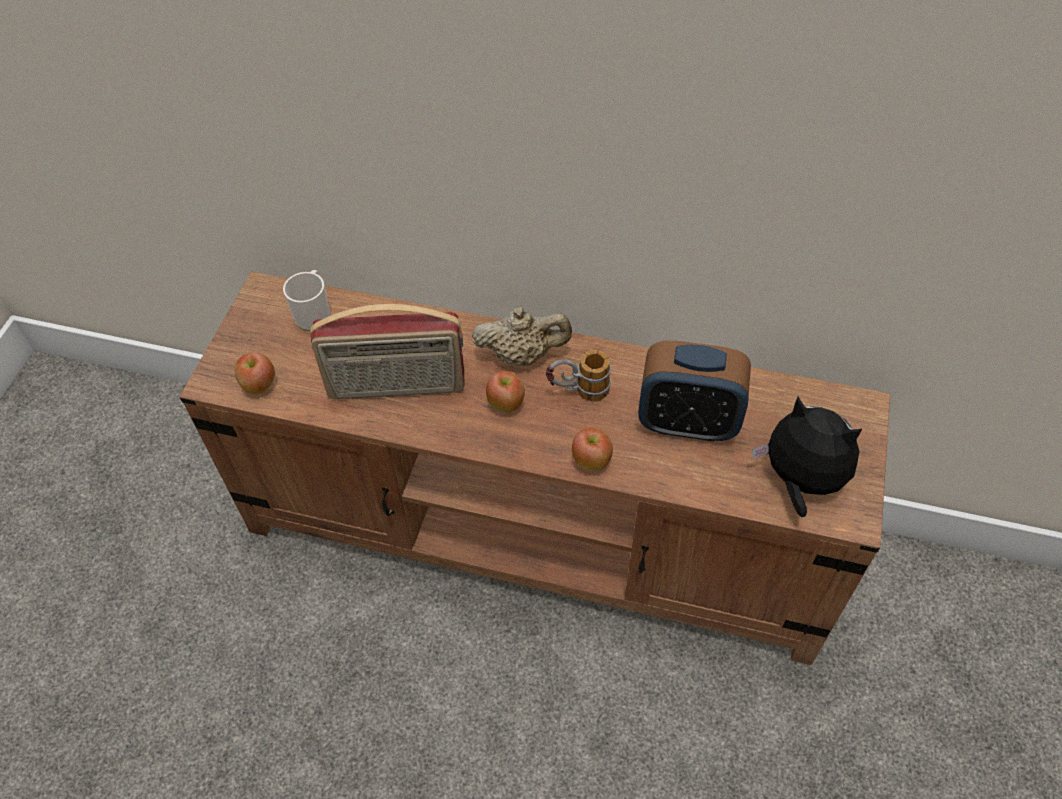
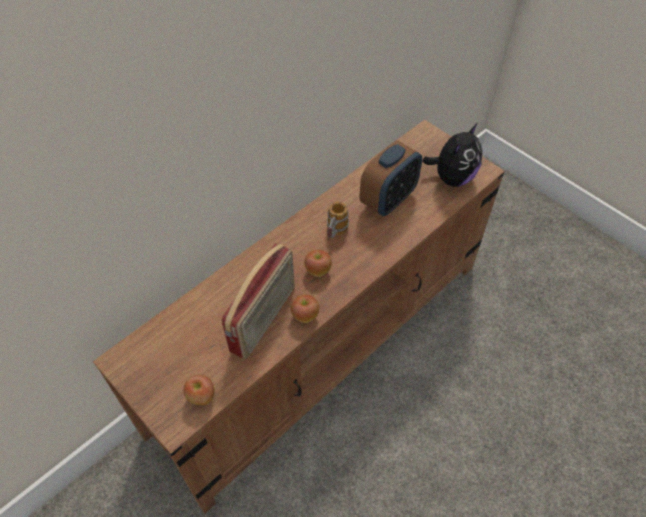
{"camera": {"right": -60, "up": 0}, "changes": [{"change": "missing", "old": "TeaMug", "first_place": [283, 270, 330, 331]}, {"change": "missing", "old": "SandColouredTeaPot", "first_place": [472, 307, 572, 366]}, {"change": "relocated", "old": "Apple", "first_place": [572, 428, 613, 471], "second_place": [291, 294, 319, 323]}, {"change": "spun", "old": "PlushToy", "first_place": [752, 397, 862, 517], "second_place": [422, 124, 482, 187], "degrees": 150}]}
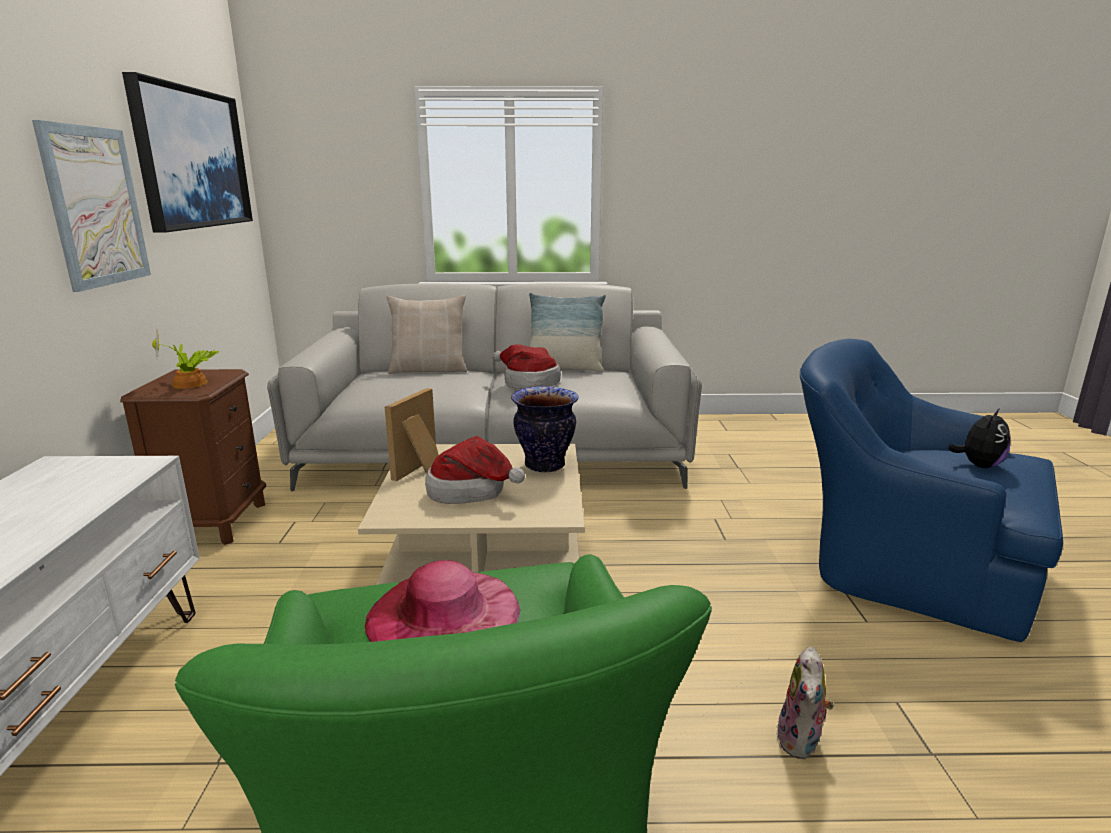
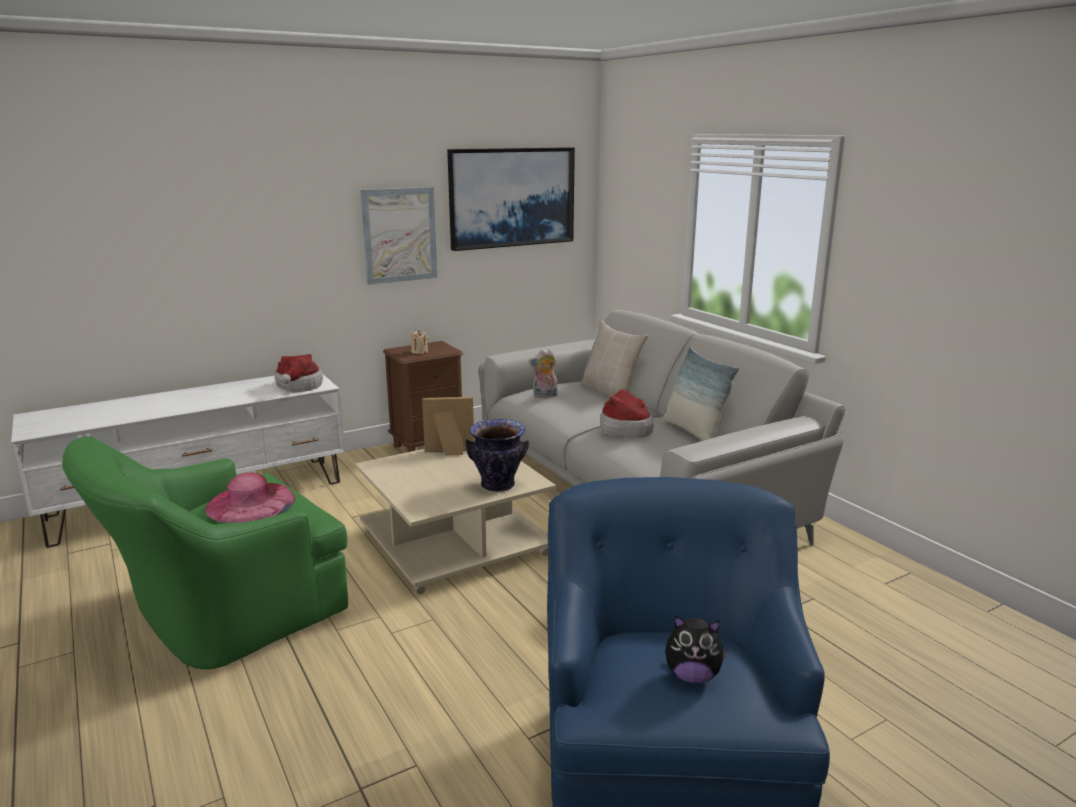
{"camera": {"right": 60, "up": 0}, "changes": [{"change": "exchanged", "old": "PlantInAPot", "new": "SandColouredWaxLight", "first_place": [152, 331, 220, 389], "second_place": [411, 330, 428, 354]}, {"change": "relocated", "old": "ClothingHat", "first_place": [425, 436, 525, 504], "second_place": [274, 354, 323, 392]}, {"change": "relocated", "old": "PlushToy", "first_place": [776, 646, 834, 759], "second_place": [529, 348, 558, 398]}]}
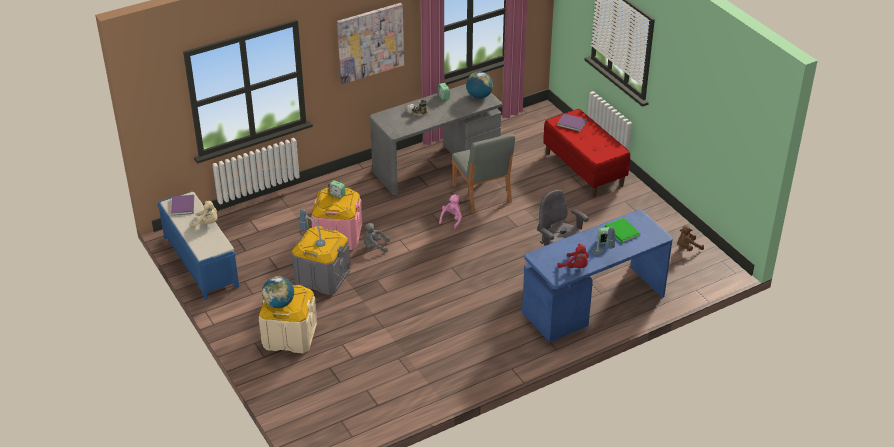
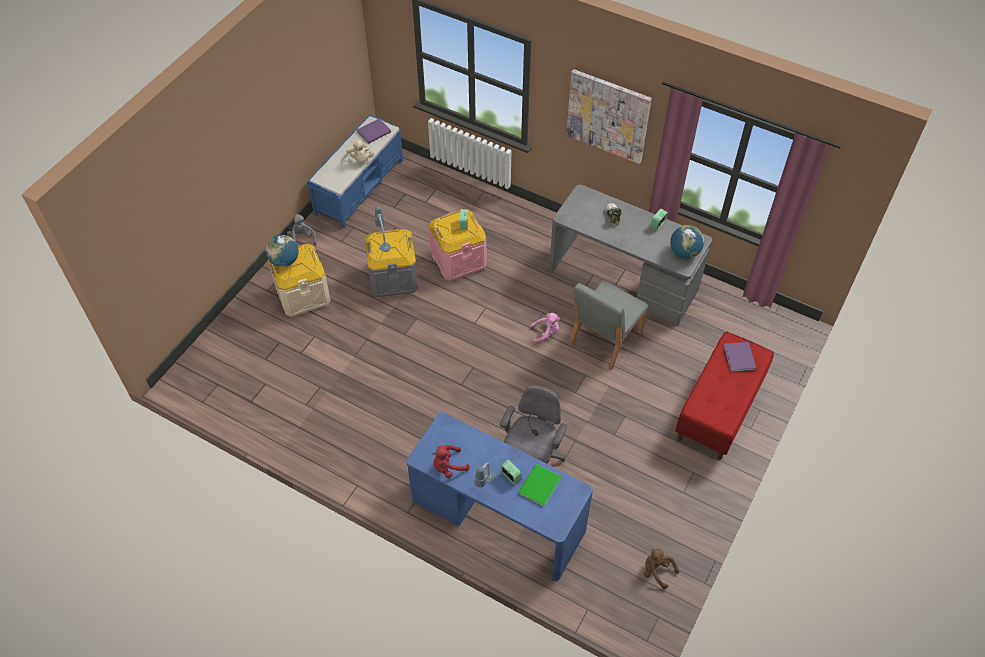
{"camera": {"right": 60, "up": 15}, "changes": [{"change": "relocated", "old": "GrayPlushToy", "first_place": [364, 223, 390, 253], "second_place": [287, 214, 316, 246]}, {"change": "spun", "old": "RedPlushToy", "first_place": [558, 244, 589, 268], "second_place": [433, 445, 470, 478], "degrees": 60}]}
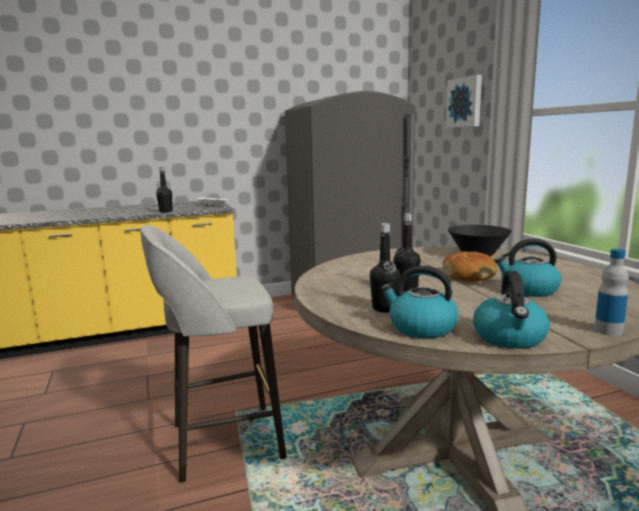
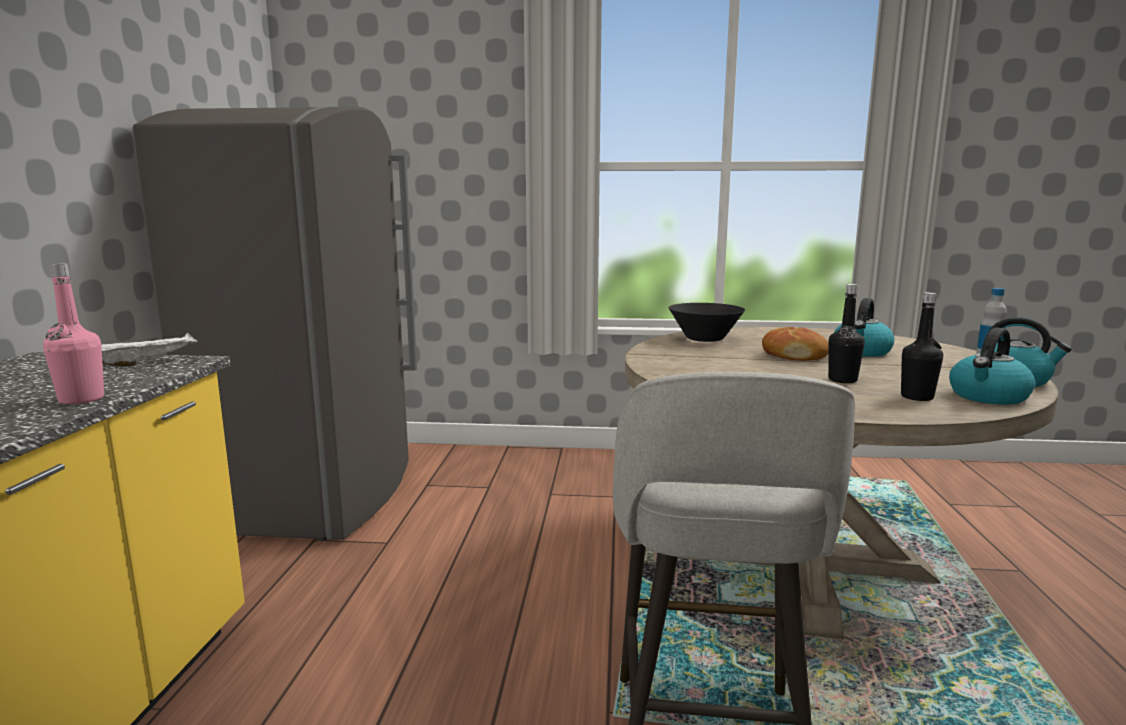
{"camera": {"right": -65, "up": 0}, "changes": [{"change": "colour", "old": "BlackColouredDrinkBottle", "new": "PinkDrinkBottle", "first_place": [156, 167, 173, 212], "second_place": [43, 263, 104, 404]}, {"change": "missing", "old": "WallArt", "first_place": [446, 75, 482, 128]}]}
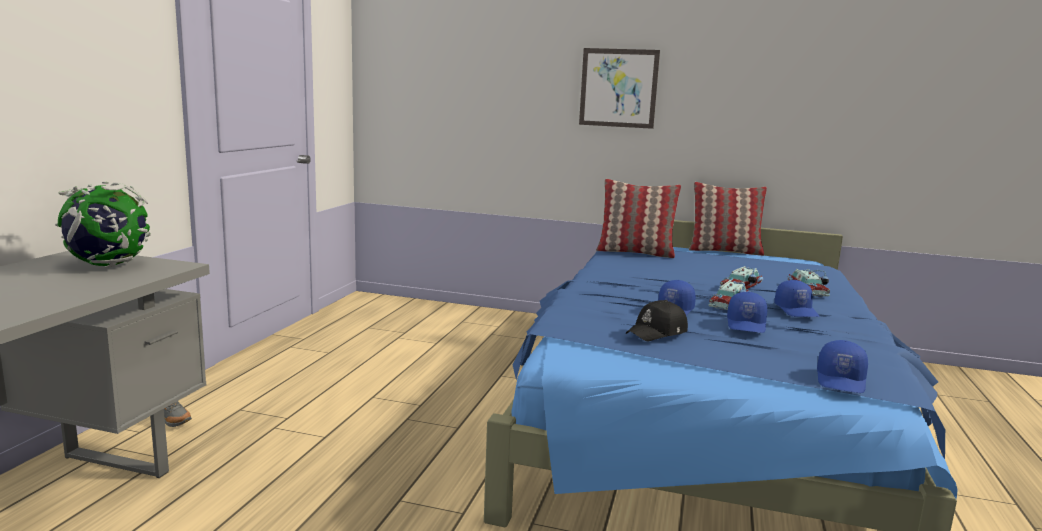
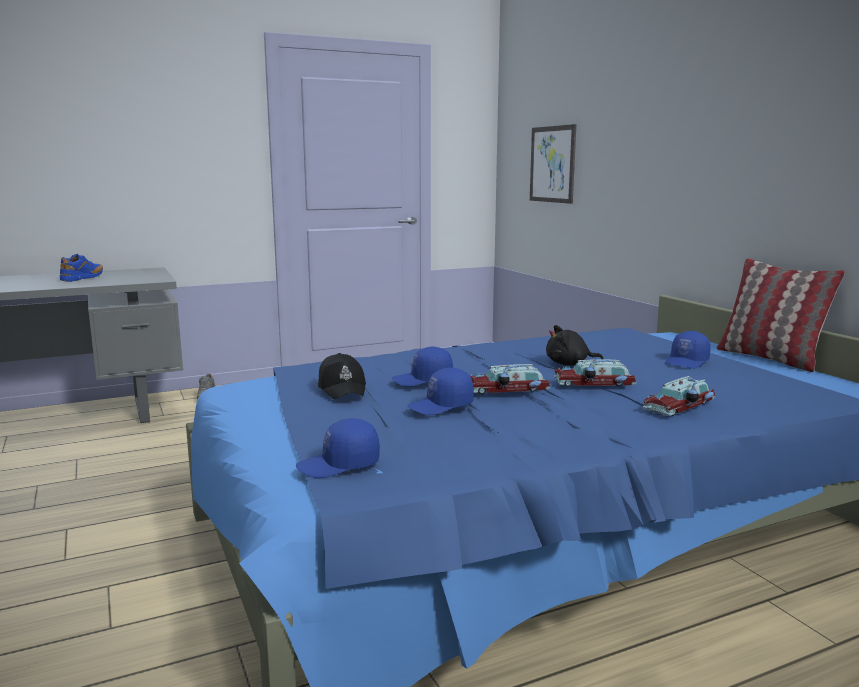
{"camera": {"right": 50, "up": 0}, "changes": [{"change": "missing", "old": "DeskGlobe", "first_place": [55, 182, 151, 267]}, {"change": "relocated", "old": "WallArt", "first_place": [579, 48, 660, 129], "second_place": [530, 124, 576, 204]}, {"change": "missing", "old": "ThrowPillow", "first_place": [596, 179, 681, 258]}, {"change": "spun", "old": "BlackColouredBaseballCap", "first_place": [626, 300, 688, 341], "second_place": [318, 353, 366, 399], "degrees": -120}, {"change": "relocated", "old": "BluishBaseballCap", "first_place": [774, 280, 820, 317], "second_place": [665, 331, 710, 369]}, {"change": "appeared", "new": "BluishShoe", "second_place": [60, 254, 103, 282]}, {"change": "appeared", "new": "BlackColouredPlushToy", "second_place": [546, 325, 603, 366]}]}
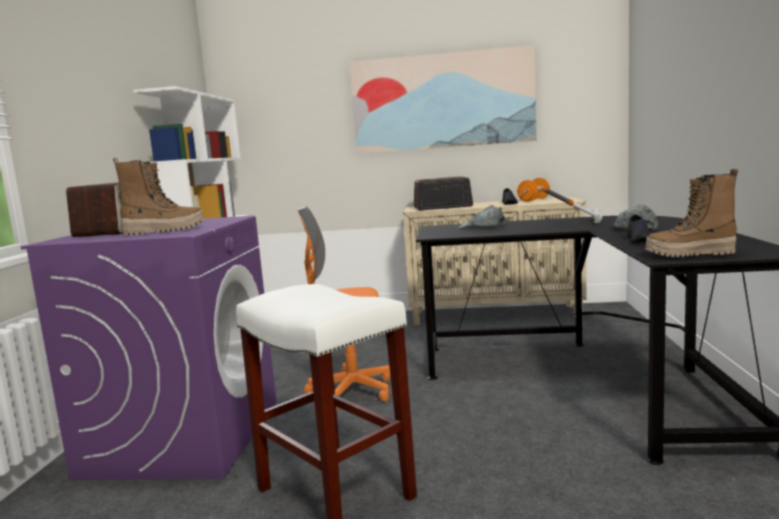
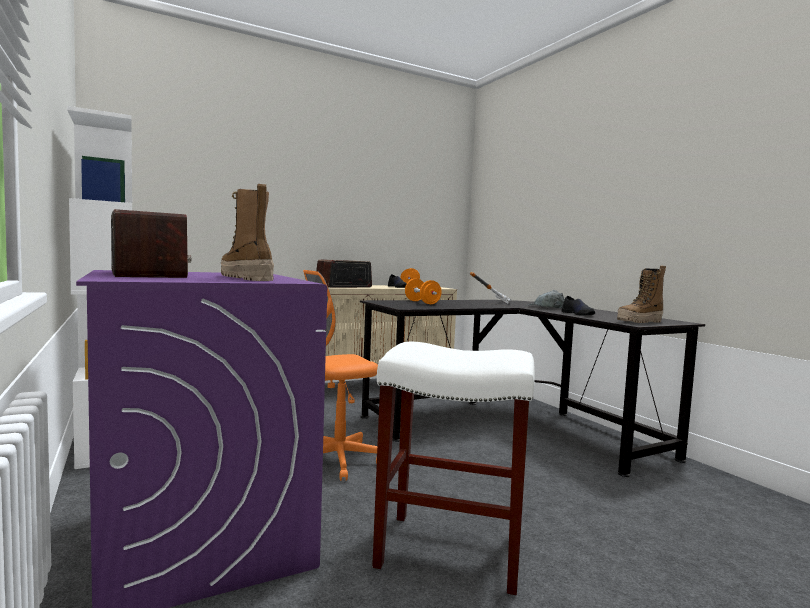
{"camera": {"right": -35, "up": -5}, "changes": [{"change": "spun", "old": "Boot", "first_place": [113, 158, 204, 236], "second_place": [221, 184, 274, 281], "degrees": -75}, {"change": "missing", "old": "WallArt", "first_place": [349, 45, 537, 154]}, {"change": "exchanged", "old": "GrayBaseballCap", "new": "OrangeFreeWeight", "first_place": [458, 205, 506, 228], "second_place": [405, 279, 442, 304]}]}
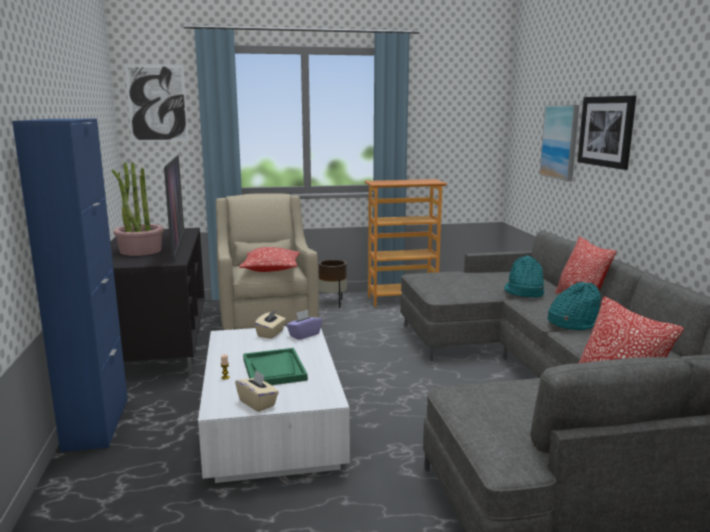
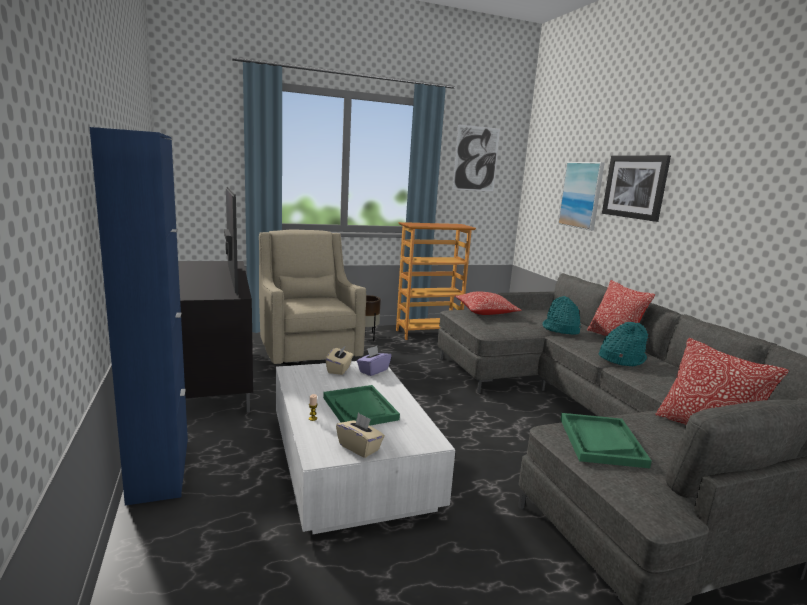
{"camera": {"right": -10, "up": 0}, "changes": [{"change": "missing", "old": "PlantInAPot", "first_place": [111, 162, 164, 256]}, {"change": "relocated", "old": "WallArt", "first_place": [125, 64, 189, 142], "second_place": [453, 124, 500, 192]}, {"change": "relocated", "old": "ThrowPillow", "first_place": [239, 247, 299, 272], "second_place": [455, 291, 521, 315]}, {"change": "appeared", "new": "GreenColouredTray", "second_place": [560, 413, 652, 468]}]}
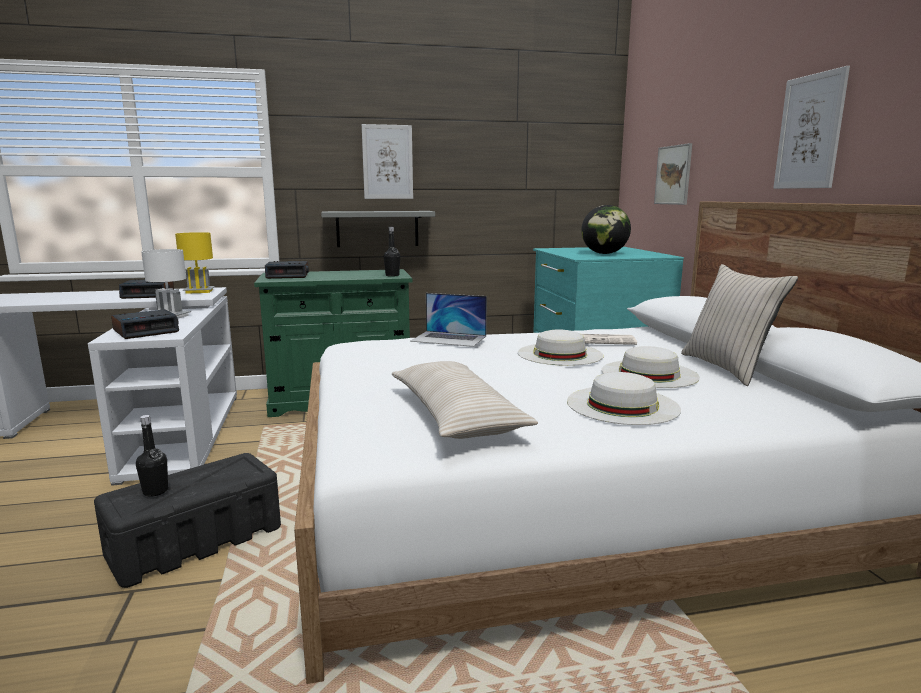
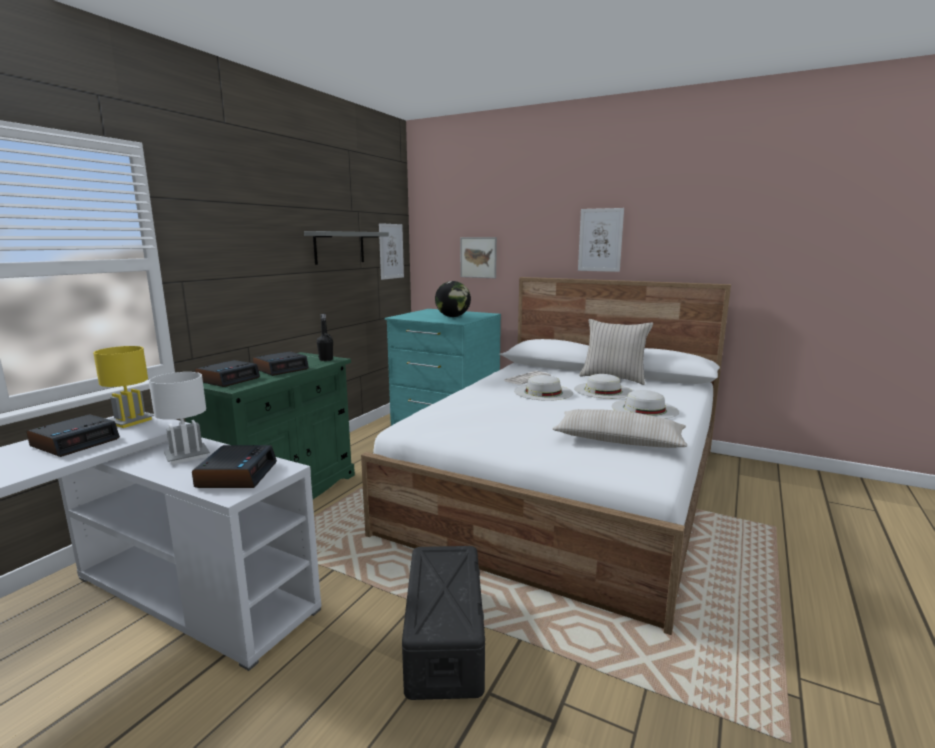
{"camera": {"right": -50, "up": 0}, "changes": [{"change": "missing", "old": "BlackColouredDrinkBottle", "first_place": [136, 415, 168, 497]}, {"change": "relocated", "old": "GrayShelf", "first_place": [321, 211, 435, 247], "second_place": [304, 231, 389, 265]}, {"change": "relocated", "old": "WallArt", "first_place": [362, 124, 413, 199], "second_place": [379, 223, 404, 280]}, {"change": "missing", "old": "Laptop", "first_place": [410, 293, 487, 347]}, {"change": "appeared", "new": "BedsideClock", "second_place": [253, 351, 309, 376]}]}
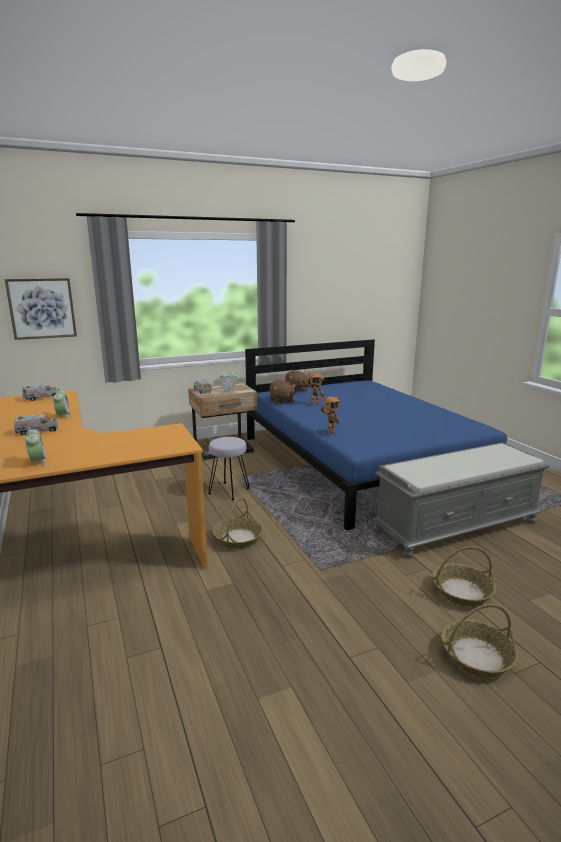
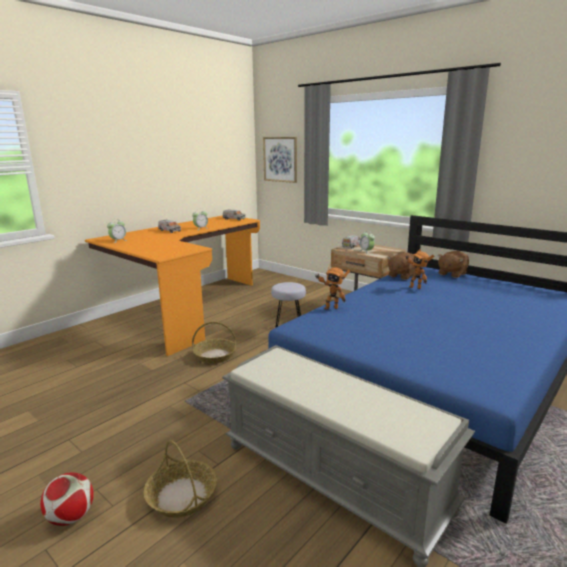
{"camera": {"right": 65, "up": 0}, "changes": [{"change": "exchanged", "old": "StorageBasket", "new": "Football", "first_place": [442, 604, 519, 677], "second_place": [40, 473, 94, 526]}]}
